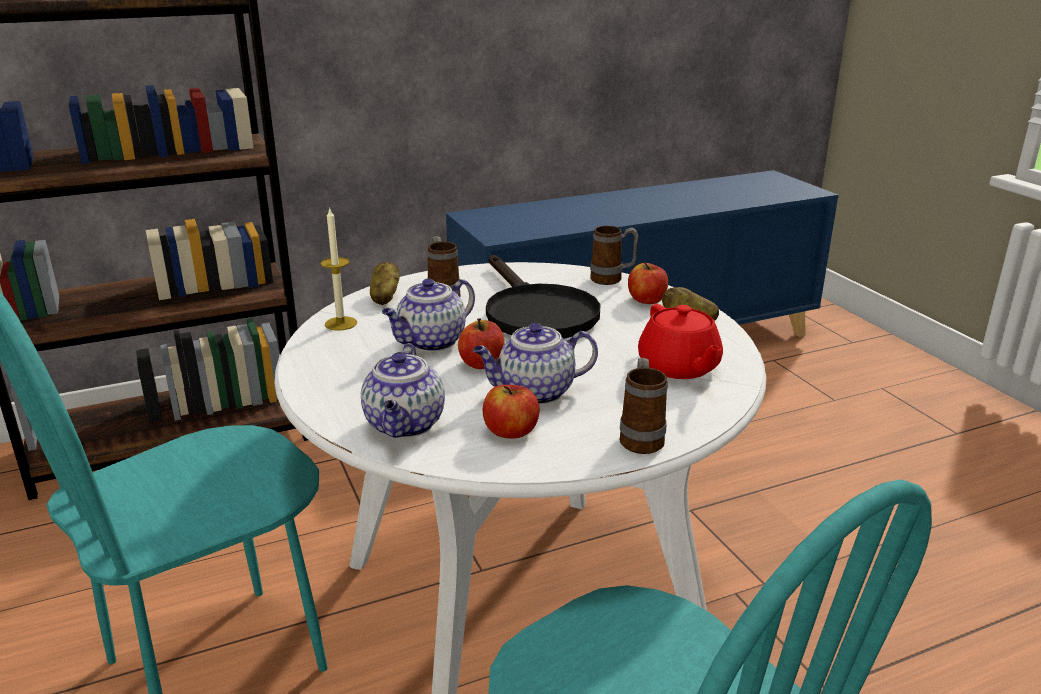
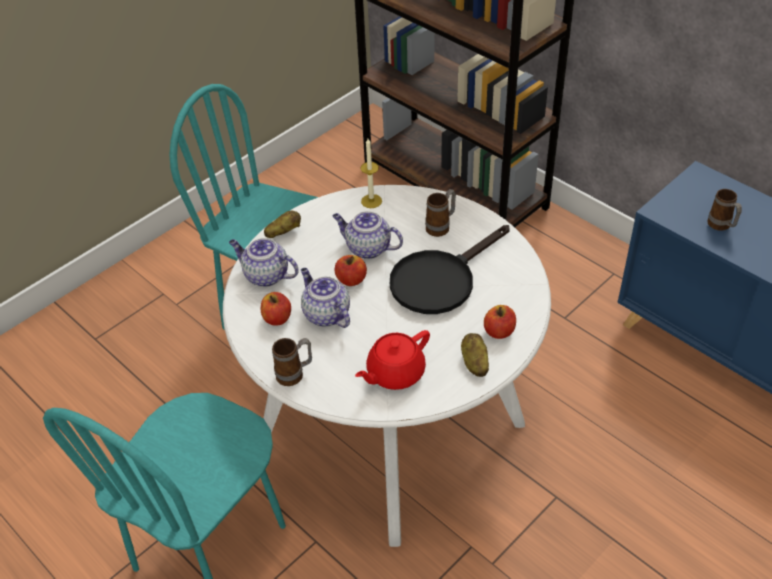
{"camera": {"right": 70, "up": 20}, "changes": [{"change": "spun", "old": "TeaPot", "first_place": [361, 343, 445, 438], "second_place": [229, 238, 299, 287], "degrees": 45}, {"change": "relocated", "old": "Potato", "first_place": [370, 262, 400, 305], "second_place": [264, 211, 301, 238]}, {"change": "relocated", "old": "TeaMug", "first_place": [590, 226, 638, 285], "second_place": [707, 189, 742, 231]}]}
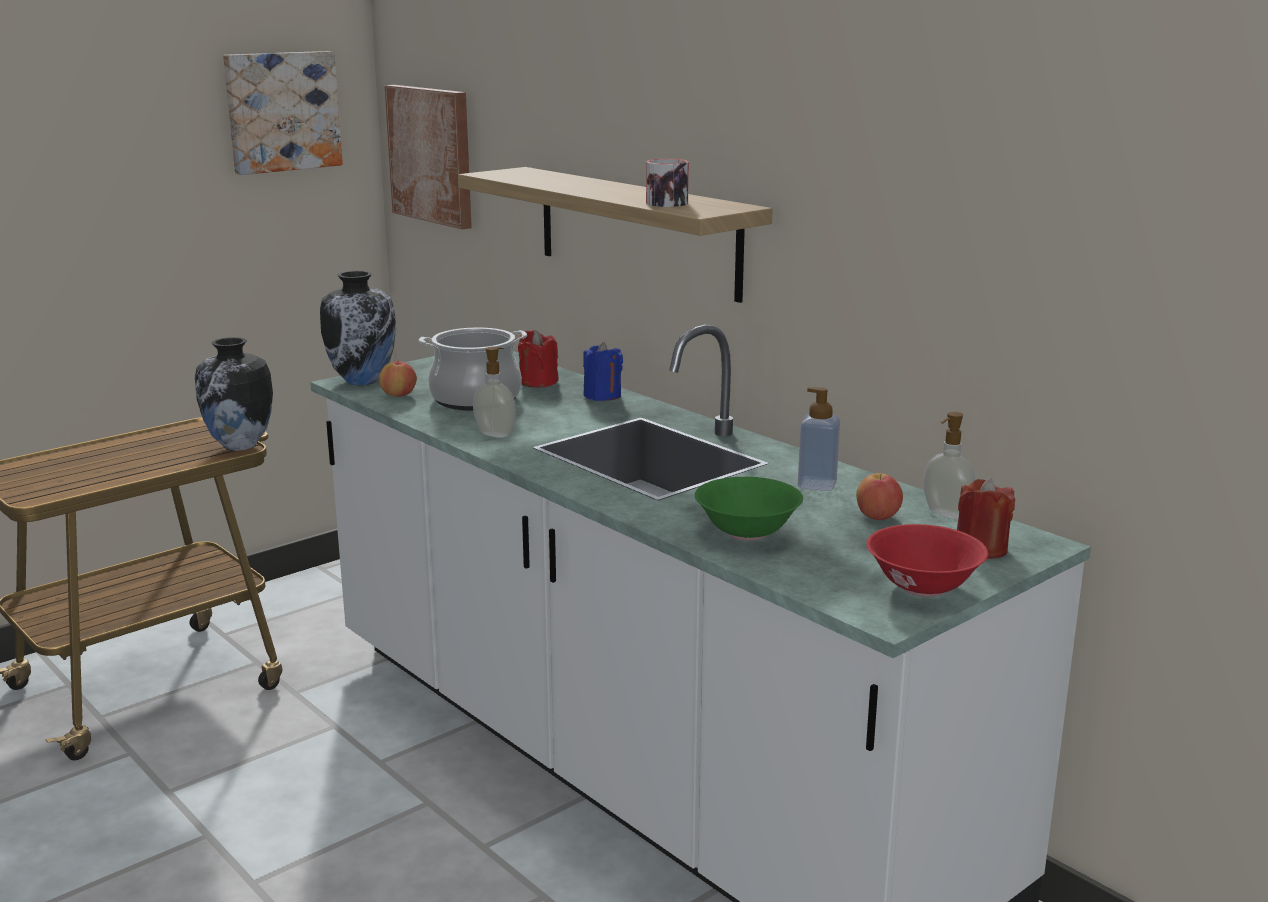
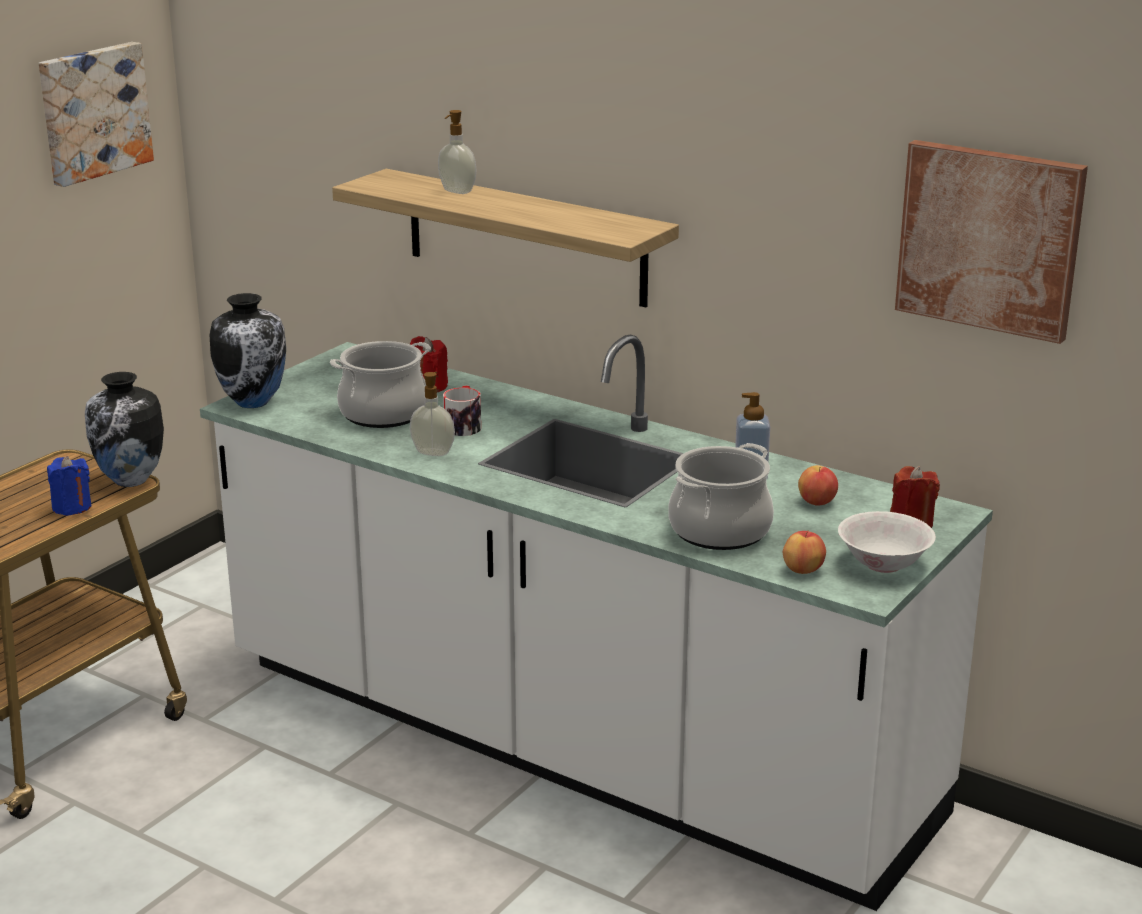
{"camera": {"right": -15, "up": 5}, "changes": [{"change": "relocated", "old": "Apple", "first_place": [379, 360, 417, 397], "second_place": [783, 531, 826, 574]}, {"change": "relocated", "old": "WallArt", "first_place": [385, 85, 472, 229], "second_place": [895, 140, 1088, 344]}, {"change": "relocated", "old": "BluishWaxLight", "first_place": [583, 342, 623, 401], "second_place": [47, 456, 91, 516]}, {"change": "relocated", "old": "TeaMug", "first_place": [646, 159, 689, 207], "second_place": [443, 386, 481, 436]}, {"change": "exchanged", "old": "GreenColouredBowl", "new": "CookingPot", "first_place": [695, 477, 803, 541], "second_place": [668, 443, 774, 550]}, {"change": "colour", "old": "RedBowl", "new": "WhiteBowl", "first_place": [866, 524, 988, 597], "second_place": [838, 511, 936, 573]}, {"change": "relocated", "old": "SoapDispenser", "first_place": [923, 412, 976, 519], "second_place": [438, 110, 476, 194]}]}
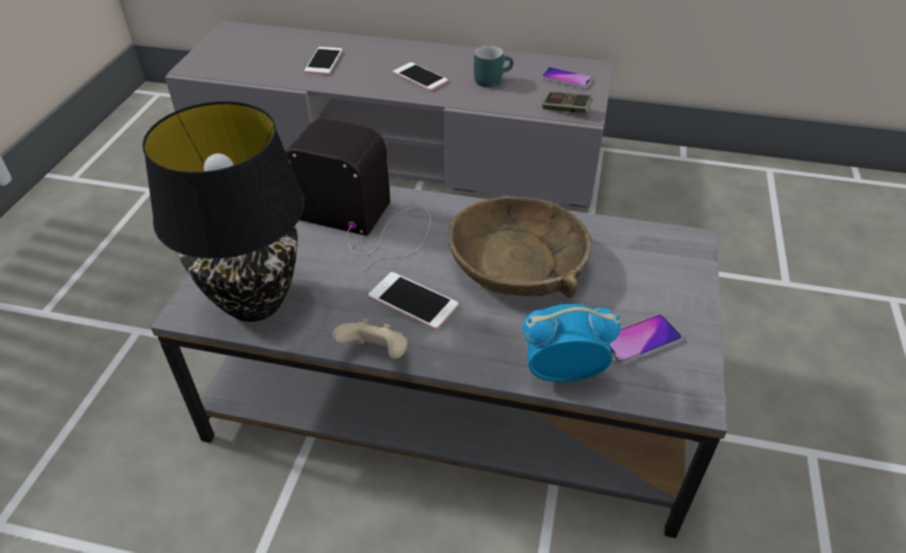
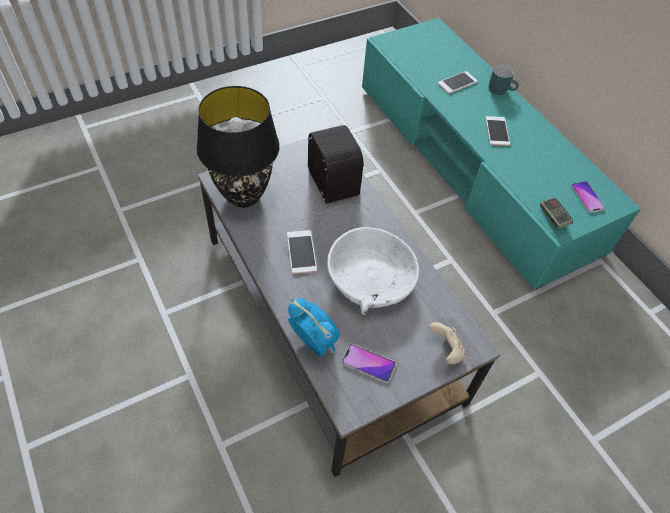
{"camera": {"right": 45, "up": 10}, "changes": [{"change": "colour", "old": "GrayTvUnit", "new": "BlueGreenTvUnit", "first_place": [165, 21, 613, 208], "second_place": [362, 18, 641, 290]}, {"change": "relocated", "old": "SandColouredGamepad", "first_place": [332, 318, 407, 359], "second_place": [429, 322, 466, 364]}, {"change": "colour", "old": "BrownColouredBowl", "new": "WhiteBowl", "first_place": [448, 197, 592, 298], "second_place": [327, 227, 419, 315]}, {"change": "relocated", "old": "BlueGreenTeaMug", "first_place": [474, 46, 513, 87], "second_place": [489, 65, 519, 95]}]}
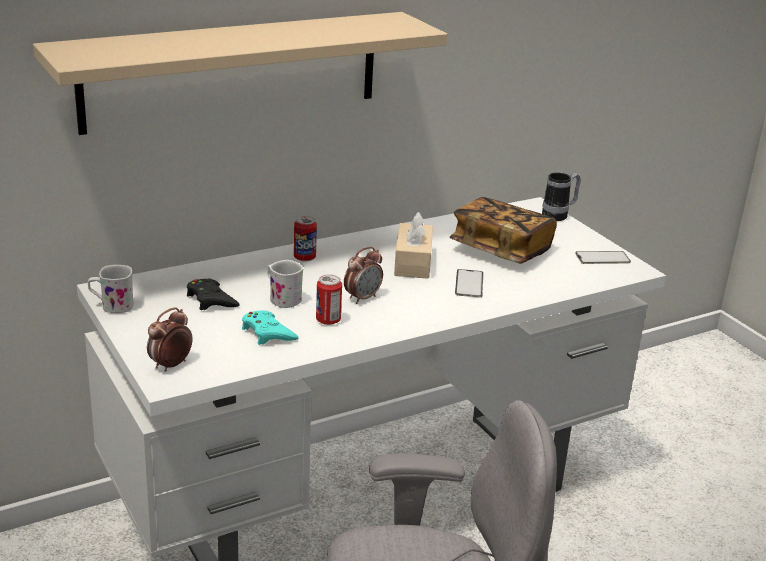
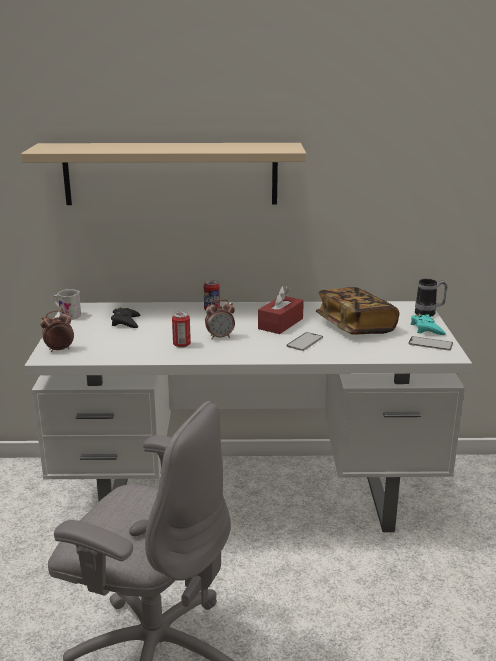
{"camera": {"right": 30, "up": -5}, "changes": [{"change": "relocated", "old": "BlueGreenGamepad", "first_place": [242, 311, 299, 345], "second_place": [411, 314, 446, 335]}, {"change": "missing", "old": "WhiteTeaMug", "first_place": [267, 260, 304, 308]}, {"change": "colour", "old": "SandColouredBoxOfTissues", "new": "RedBoxOfTissues", "first_place": [394, 212, 433, 279], "second_place": [258, 286, 304, 334]}]}
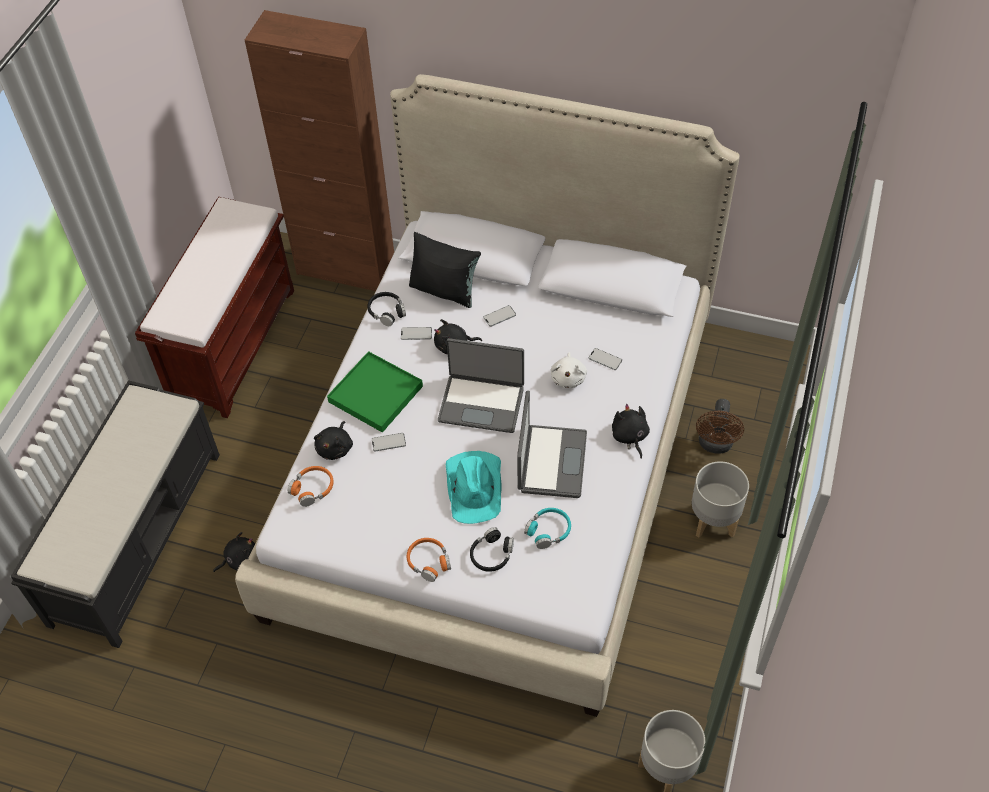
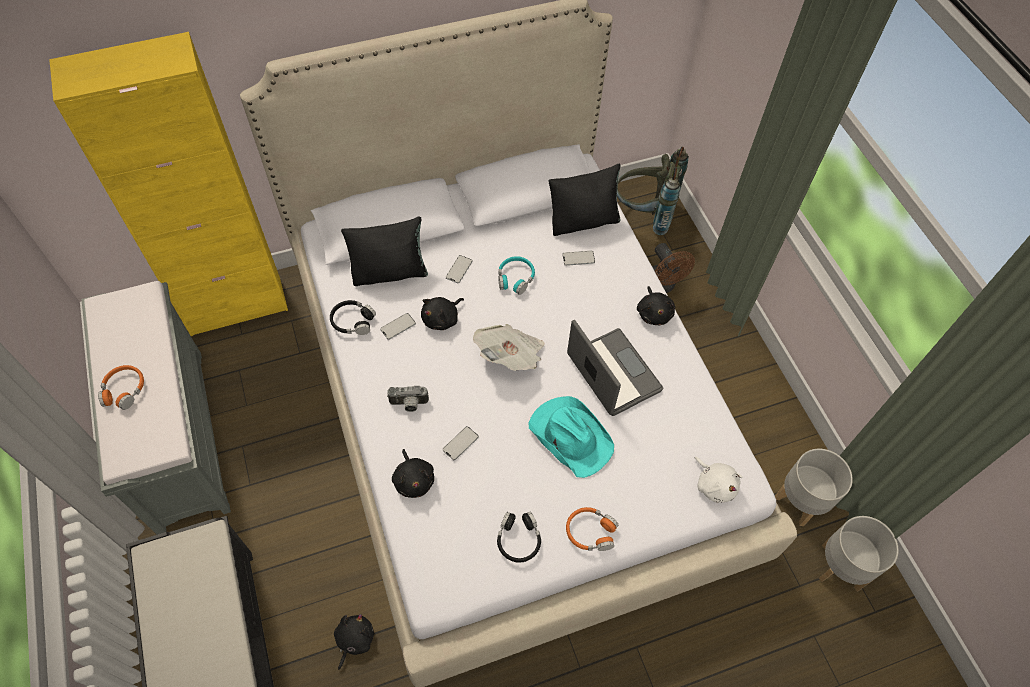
{"camera": {"right": -40, "up": 5}, "changes": [{"change": "colour", "old": "BrownColouredIndoorBench", "new": "GrayIndoorBench", "first_place": [135, 197, 294, 418], "second_place": [81, 281, 231, 534]}, {"change": "colour", "old": "BrownColouredCabinet", "new": "YellowCabinet", "first_place": [245, 10, 394, 291], "second_place": [49, 32, 288, 336]}, {"change": "relocated", "old": "OrangeHeadset", "first_place": [288, 466, 334, 507], "second_place": [98, 365, 144, 410]}, {"change": "exchanged", "old": "GreenColouredTray", "new": "PhotoCamera", "first_place": [327, 351, 423, 433], "second_place": [387, 386, 429, 412]}, {"change": "exchanged", "old": "Laptop", "new": "DailyPaper", "first_place": [438, 338, 524, 433], "second_place": [473, 324, 545, 371]}, {"change": "relocated", "old": "BlackColouredHeadset", "first_place": [470, 527, 514, 572], "second_place": [497, 512, 541, 562]}, {"change": "relocated", "old": "BlueGreenHeadset", "first_place": [524, 508, 571, 549], "second_place": [498, 256, 535, 295]}, {"change": "relocated", "old": "WhitePlushToy", "first_place": [551, 352, 587, 388], "second_place": [694, 457, 743, 503]}, {"change": "spun", "old": "BlackColouredPlushToy", "first_place": [612, 404, 650, 459], "second_place": [637, 286, 675, 325], "degrees": -135}, {"change": "relocated", "old": "GrayFlowerPot", "first_place": [692, 461, 749, 538], "second_place": [775, 449, 853, 526]}, {"change": "appeared", "new": "BlackColouredThrowPillow", "second_place": [548, 164, 621, 236]}, {"change": "appeared", "new": "GrayRucksack", "second_place": [617, 147, 689, 235]}]}
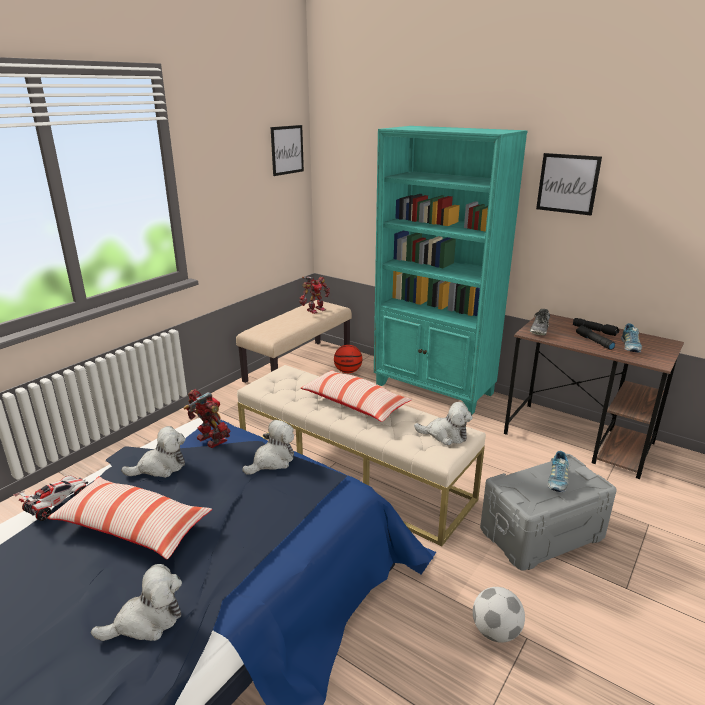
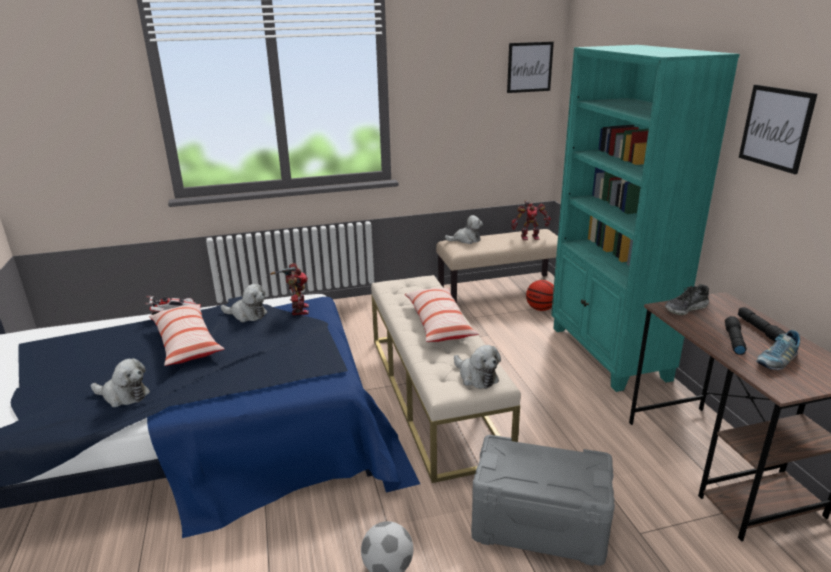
{"camera": {"right": 40, "up": 0}, "changes": [{"change": "relocated", "old": "PlushToy", "first_place": [242, 420, 294, 475], "second_place": [445, 215, 483, 244]}, {"change": "missing", "old": "Shoe", "first_place": [548, 451, 569, 492]}]}
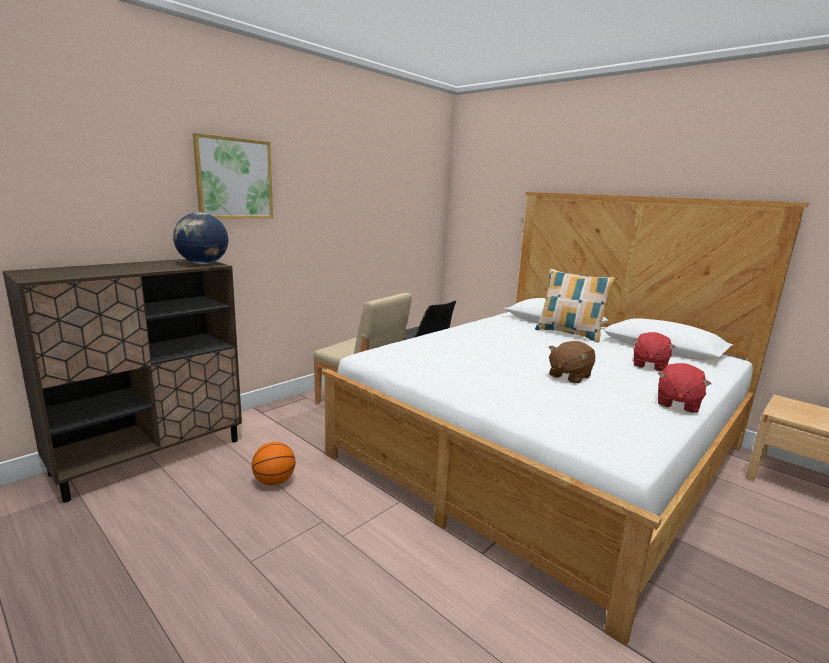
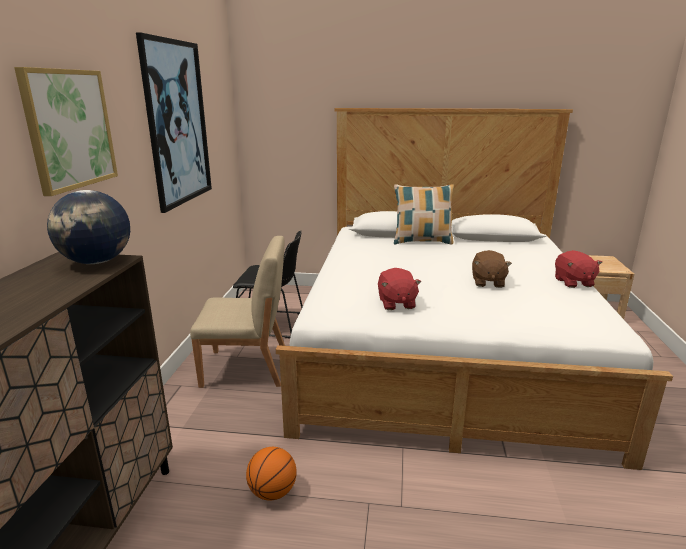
{"camera": {"right": -35, "up": 5}, "changes": [{"change": "relocated", "old": "RedPlushToy", "first_place": [633, 332, 675, 371], "second_place": [378, 268, 421, 310]}, {"change": "appeared", "new": "WallArt", "second_place": [136, 32, 212, 213]}]}
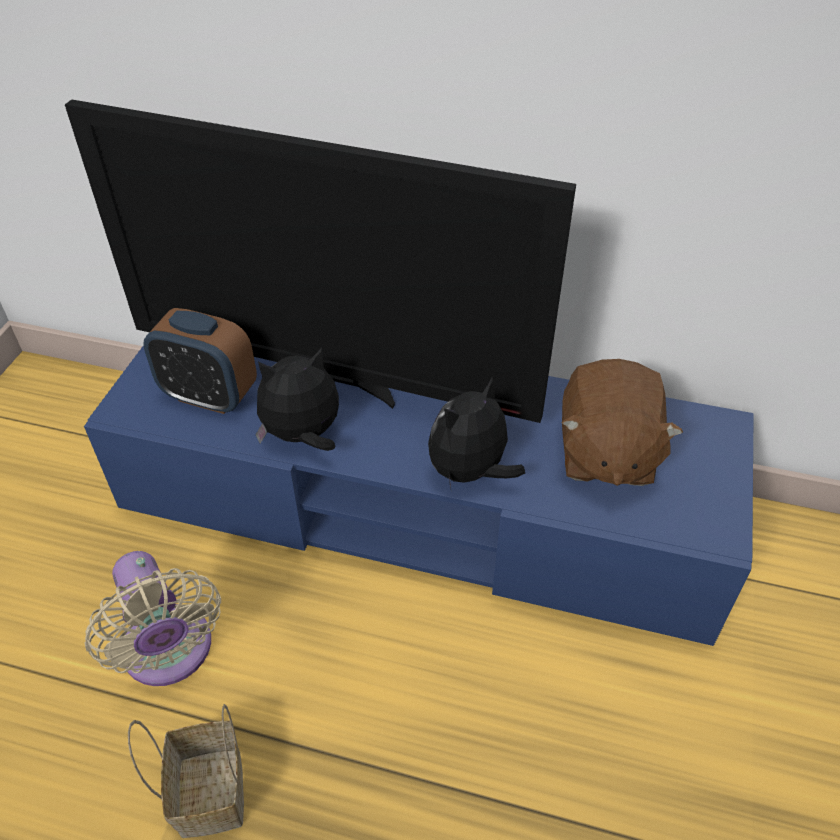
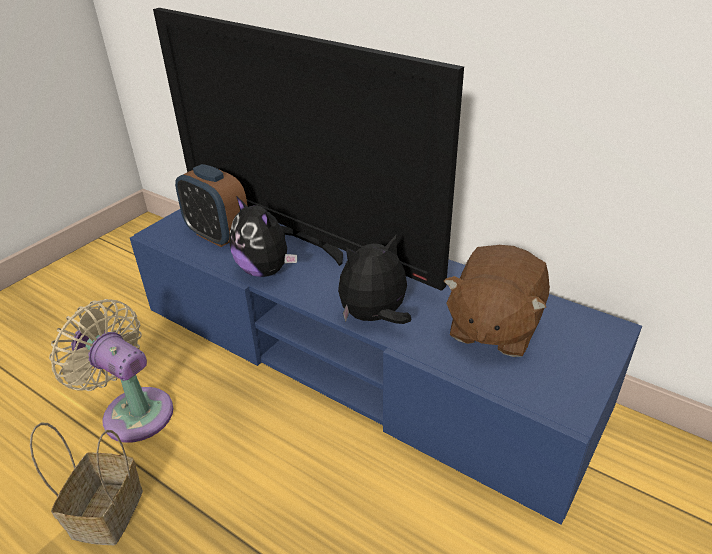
{"camera": {"right": 20, "up": -10}, "changes": [{"change": "spun", "old": "SandColouredFan", "first_place": [84, 551, 221, 686], "second_place": [49, 299, 174, 443], "degrees": 135}, {"change": "spun", "old": "PlushToy", "first_place": [255, 348, 339, 451], "second_place": [230, 196, 297, 277], "degrees": -135}]}
